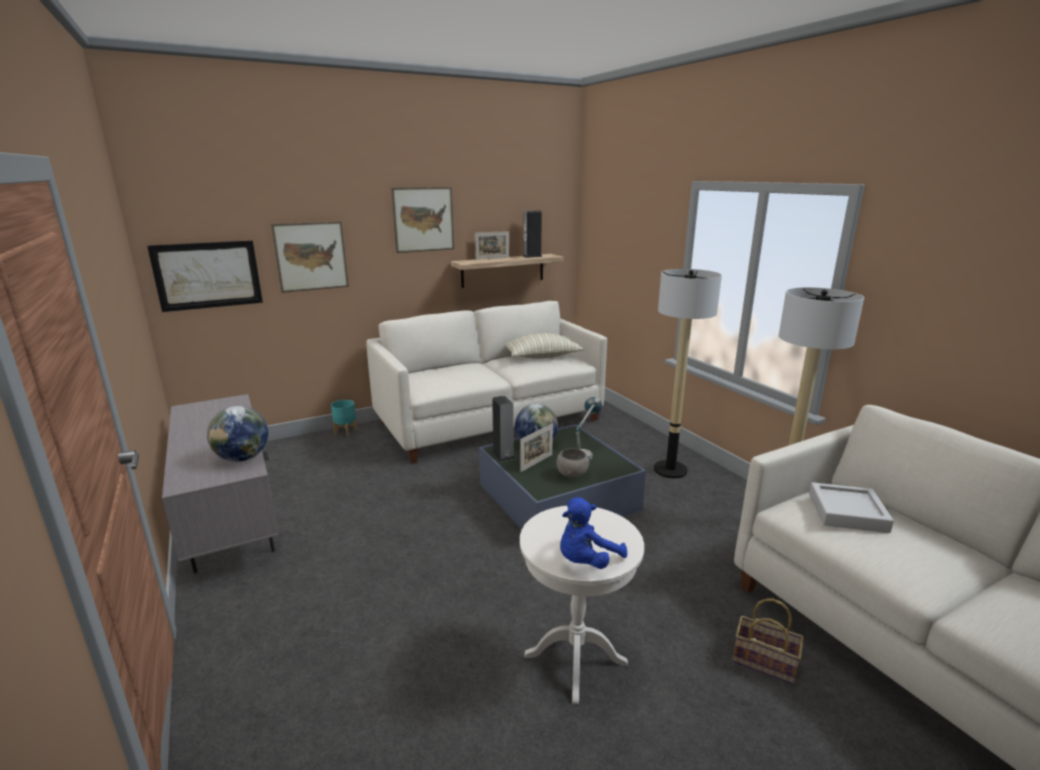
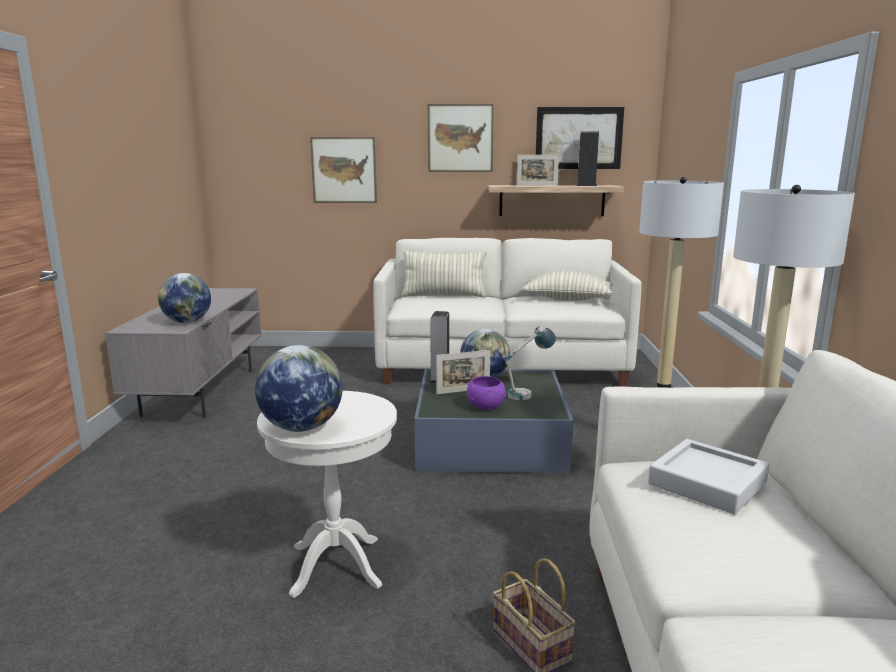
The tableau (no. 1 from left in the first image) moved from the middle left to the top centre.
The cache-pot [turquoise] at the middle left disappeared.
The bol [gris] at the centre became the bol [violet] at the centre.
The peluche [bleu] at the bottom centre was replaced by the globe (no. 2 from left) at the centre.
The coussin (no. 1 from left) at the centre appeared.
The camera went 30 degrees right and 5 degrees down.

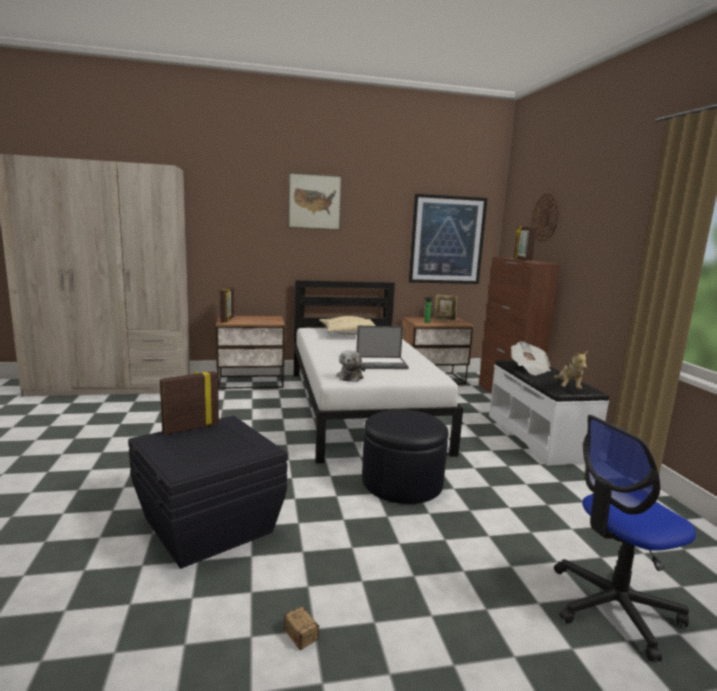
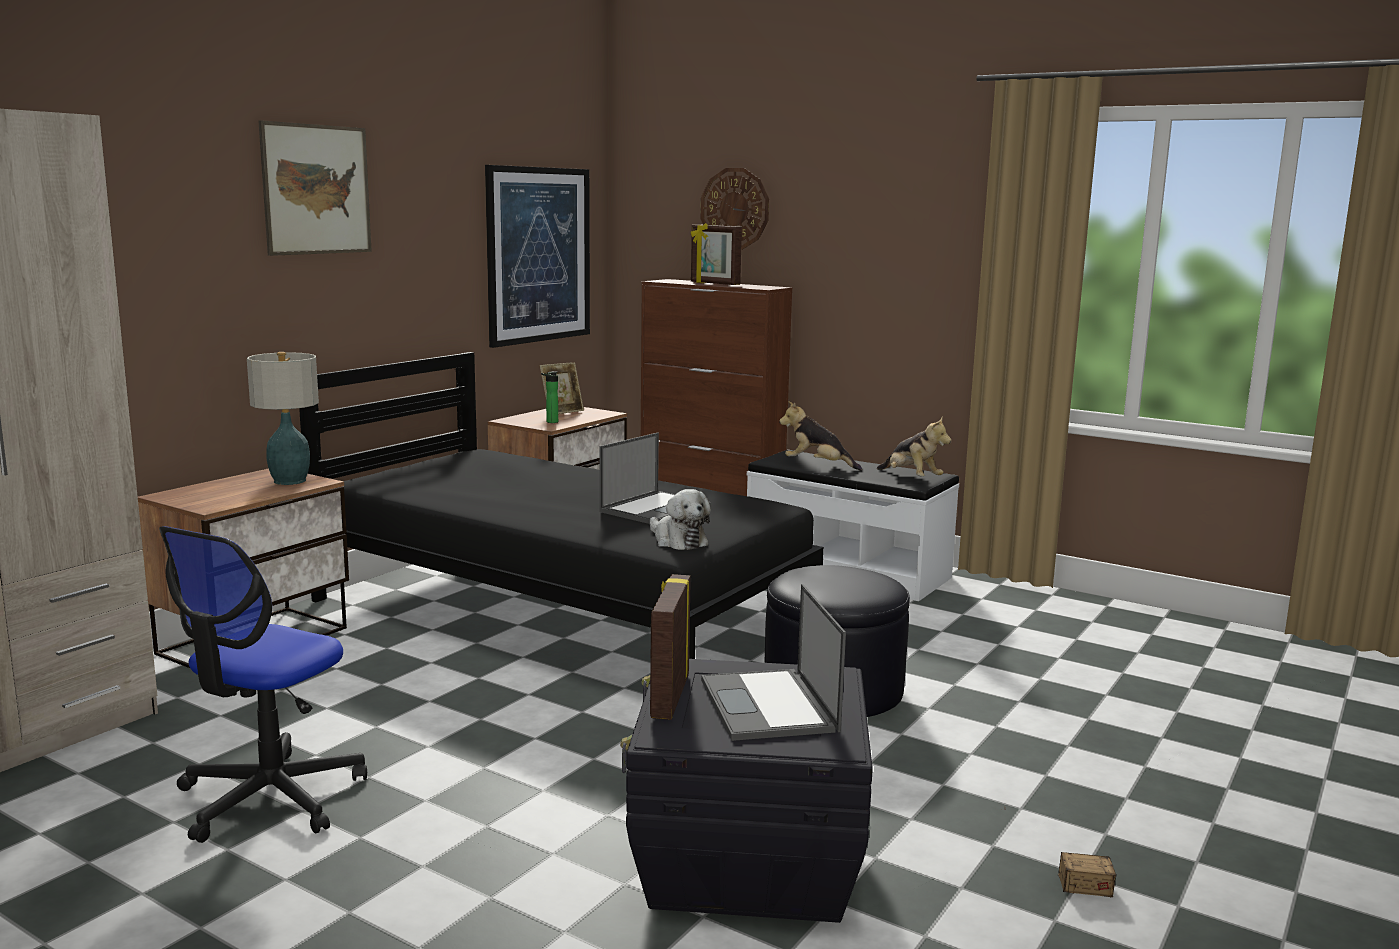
The lit [blanc] at the centre became the lit [noir] at the centre.
The cadre photo (no. 2 from left) at the middle left disappeared.
The coussin [beige] at the centre disappeared.
The journal at the middle right was replaced by the peluche (no. 2 from left) at the centre.
The chaise de bureau moved from the bottom right to the bottom left.
The lampe de table at the middle left appeared.
The ordinateur portable (no. 2 from left) at the bottom centre appeared.
The camera went 45 degrees left and 0 degrees up.

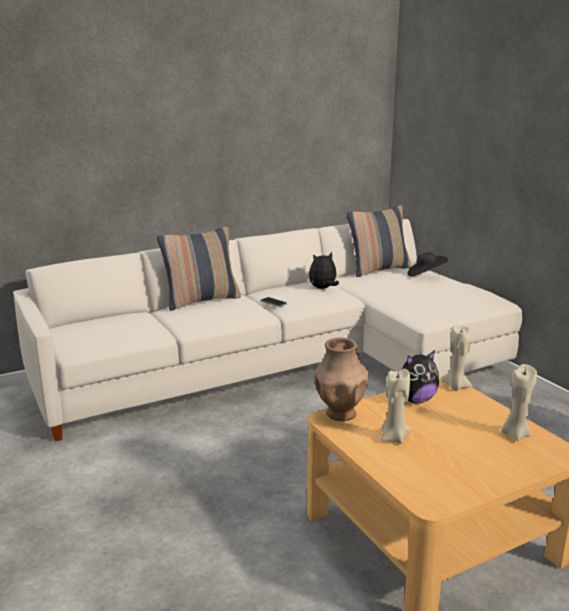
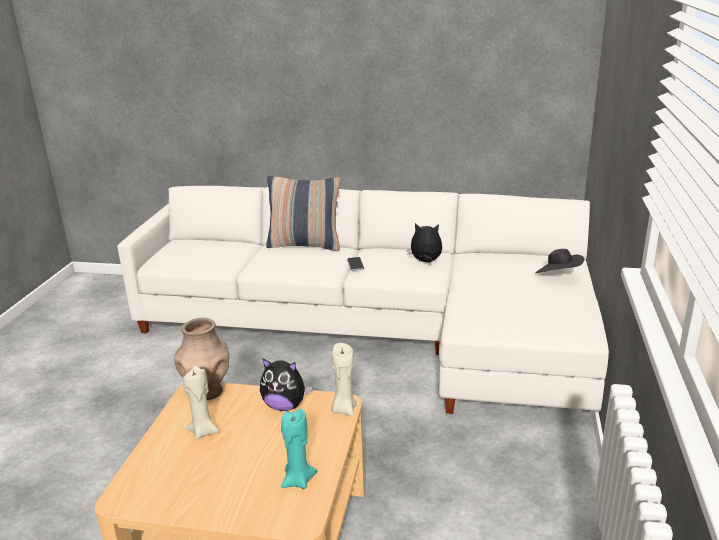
The coussin (no. 2 from left) at the centre disappeared.
The bougie [beige] (no. 3 from left) at the middle right became the bougie [turquoise] at the bottom centre.
The camera went 40 degrees right and 5 degrees up.

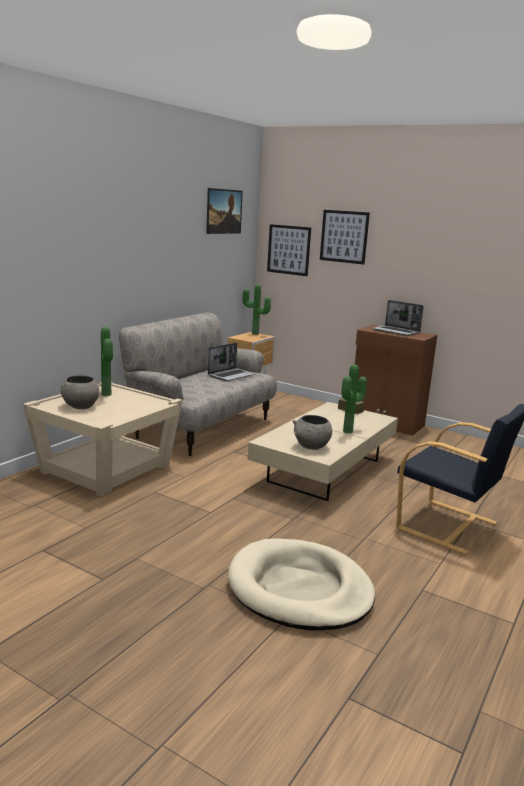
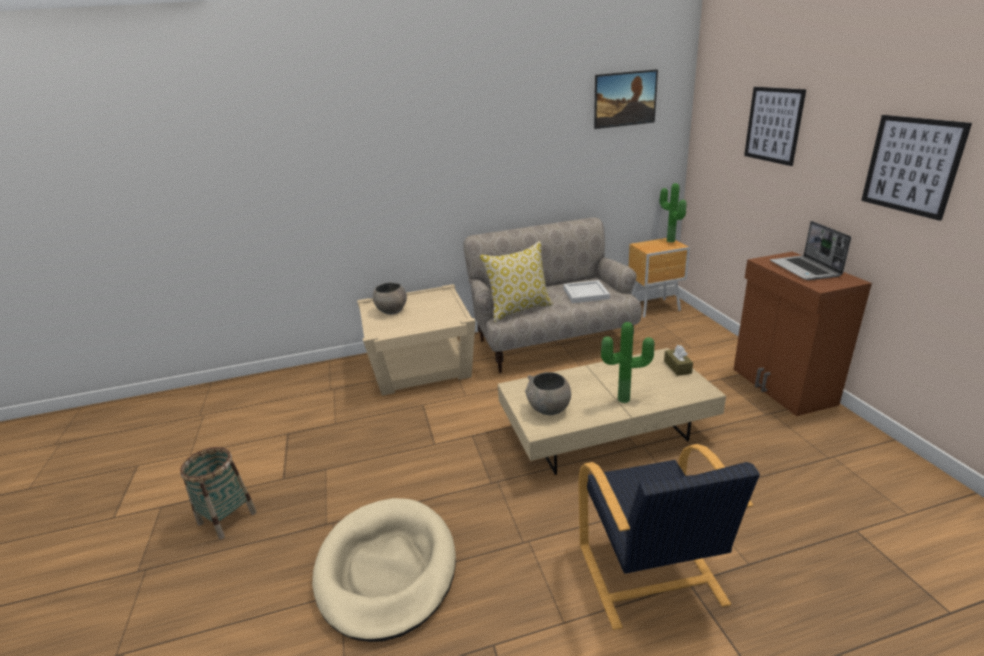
The tableau (no. 2 from left in the first image) moved from the top centre to the top right.
The plante en pot (no. 1 from left) at the middle left disappeared.
The ordinateur portable (no. 1 from left) at the centre was replaced by the plateau [blanc] at the centre.
The coussin at the centre appeared.
The panier at the bottom left appeared.
The camera went 45 degrees right and 10 degrees up.

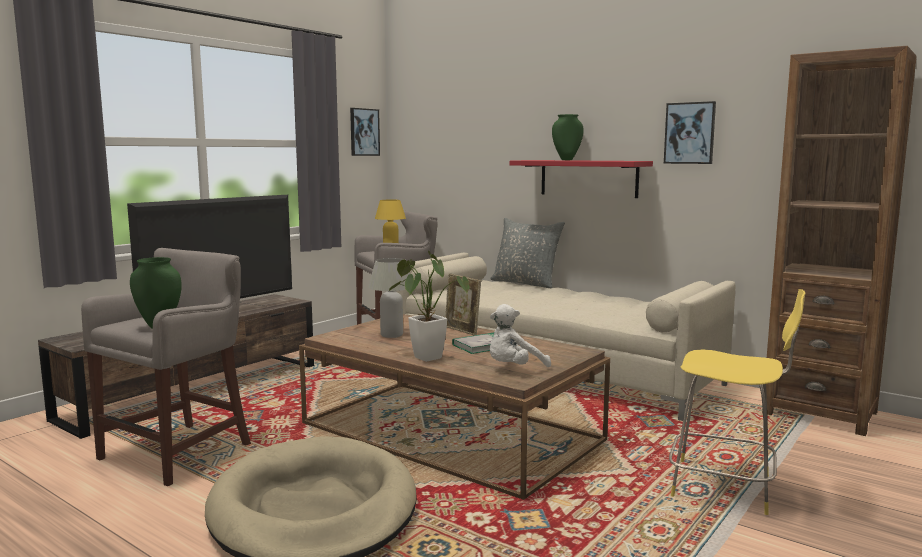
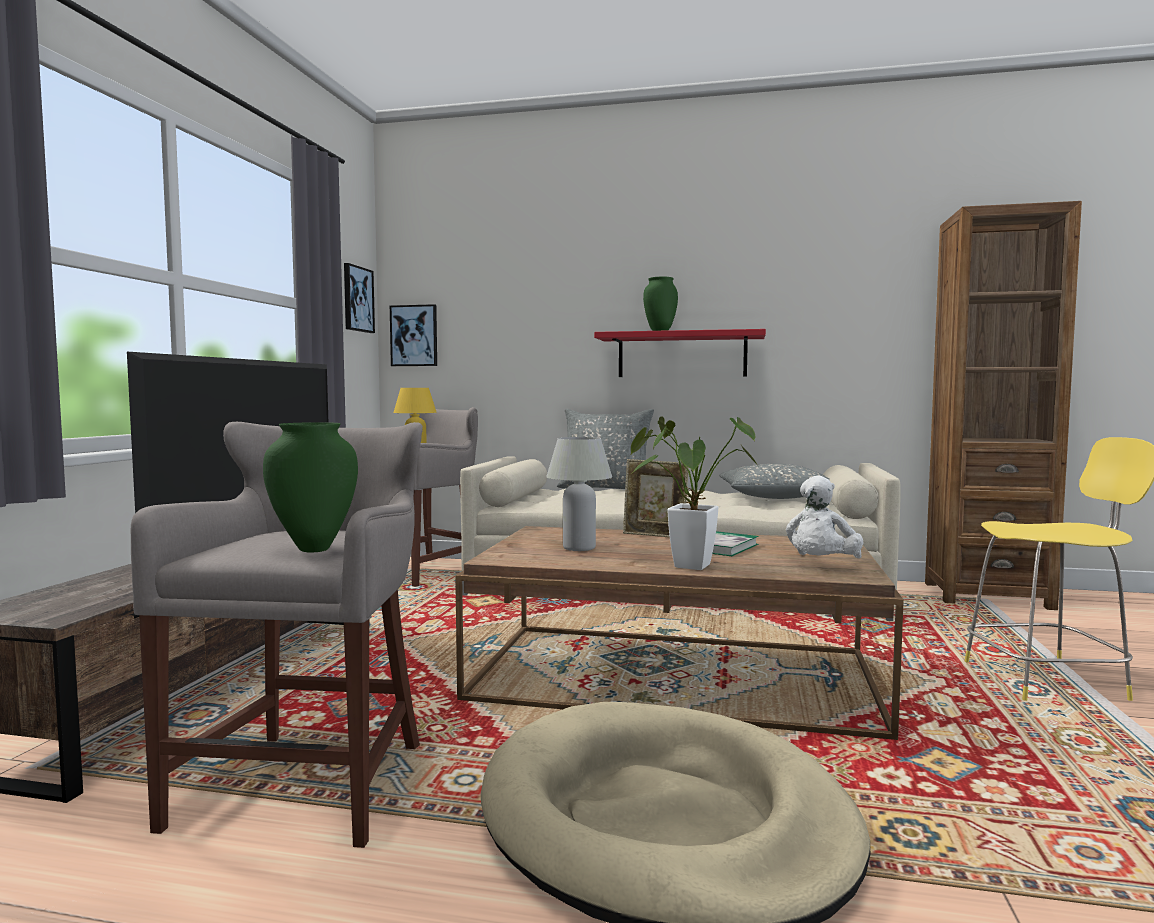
The tableau (no. 2 from left) moved from the top right to the centre.
The coussin [gris] (no. 2 from left) at the middle right appeared.
The camera went 25 degrees left and 5 degrees down.

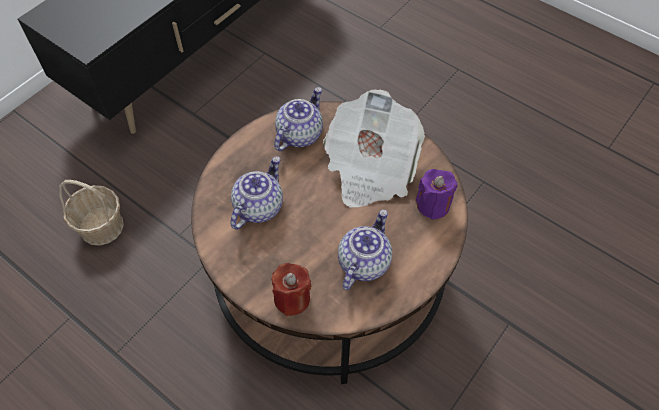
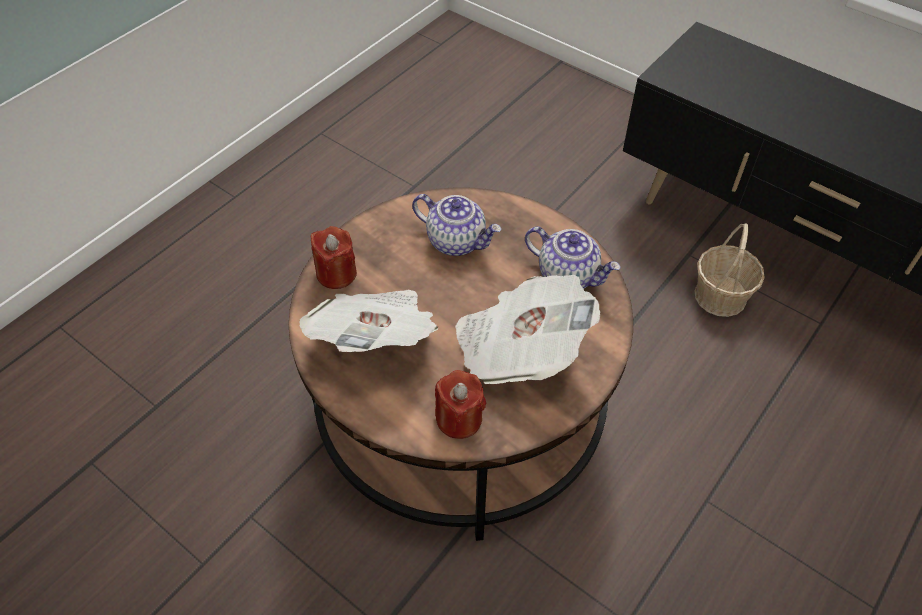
The bougie [violet] at the centre became the bougie [rouge] (no. 2 from left) at the centre.
The panier moved from the middle left to the middle right.
The théière (no. 3 from left) at the centre was replaced by the journal (no. 1 from left) at the centre.
The camera went 90 degrees right and 5 degrees down.

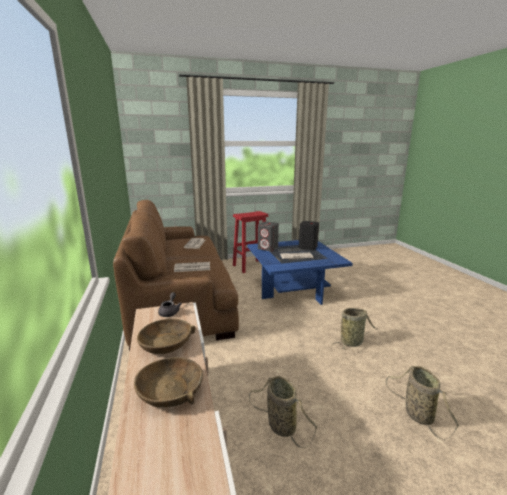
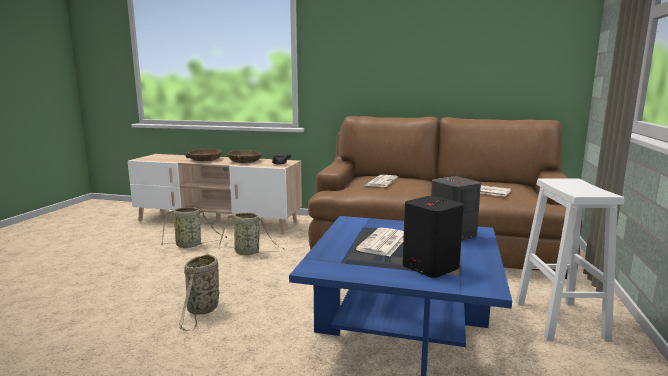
The tabouret [rouge] at the centre became the tabouret [blanc] at the bottom right.
The panier (no. 3 from left) moved from the bottom right to the centre.
The camera went 120 degrees right and 5 degrees down.

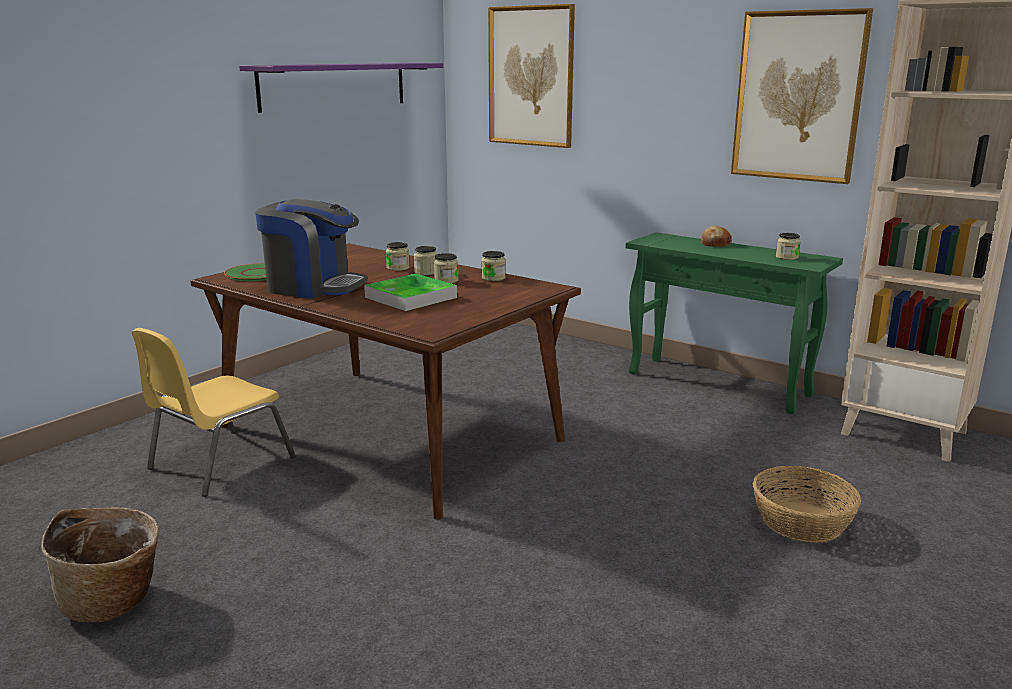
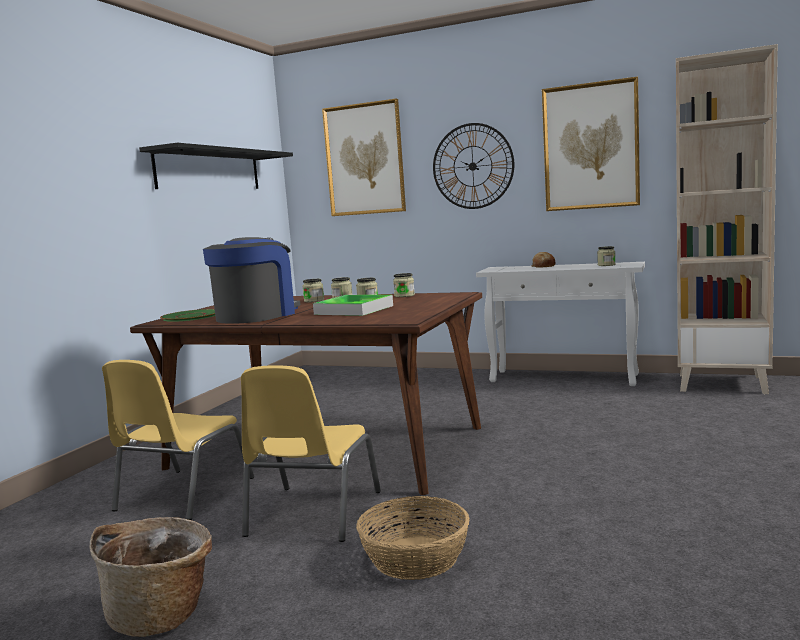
The étagère [violet] at the top centre became the étagère [noir] at the top left.
The machine à café at the middle left turned 60 degrees counterclockwise.
The table console [vert] at the middle right became the table console [blanc] at the middle right.
The panier (no. 2 from left) moved from the bottom right to the bottom centre.
The horloge murale at the top centre appeared.
The chaise [jaune] (no. 2 from left) at the bottom centre appeared.
The camera went 15 degrees left and 10 degrees down.

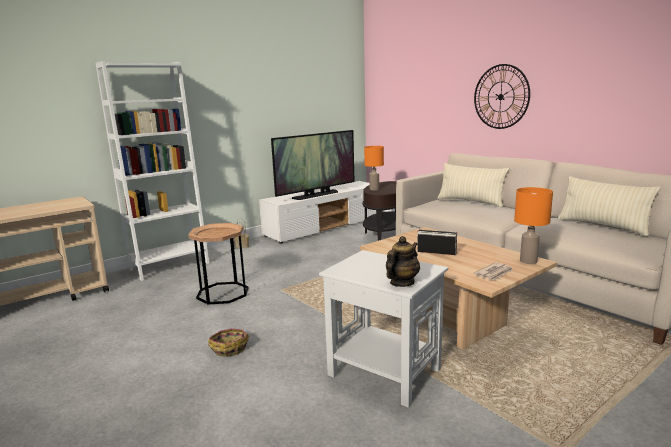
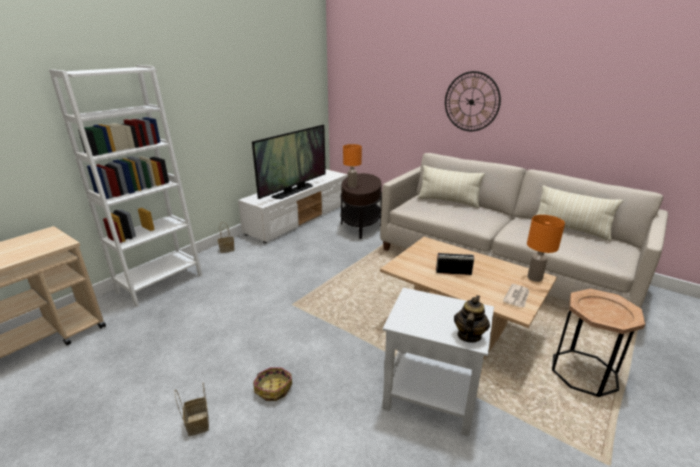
The table d'appoint [marron] (no. 1 from left in the first image) moved from the middle left to the bottom right.
The panier (no. 1 from left) at the bottom left appeared.
The camera went 15 degrees left and 10 degrees up.

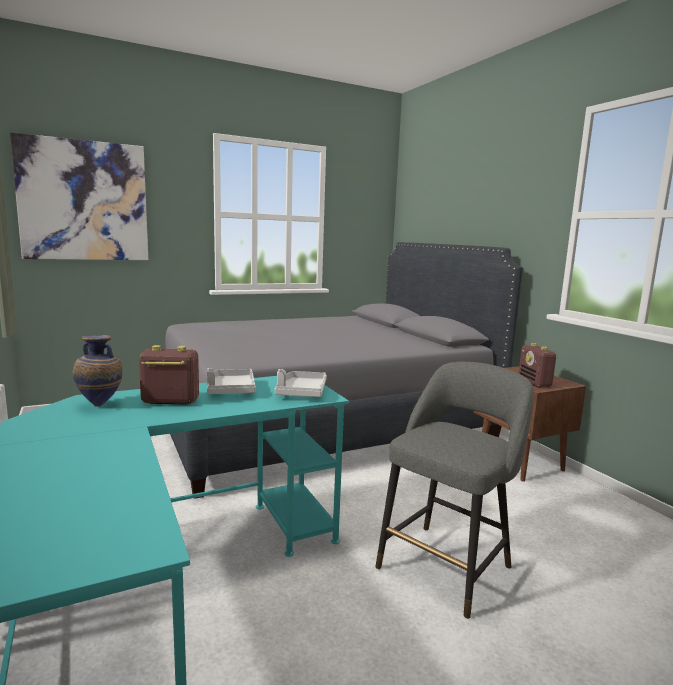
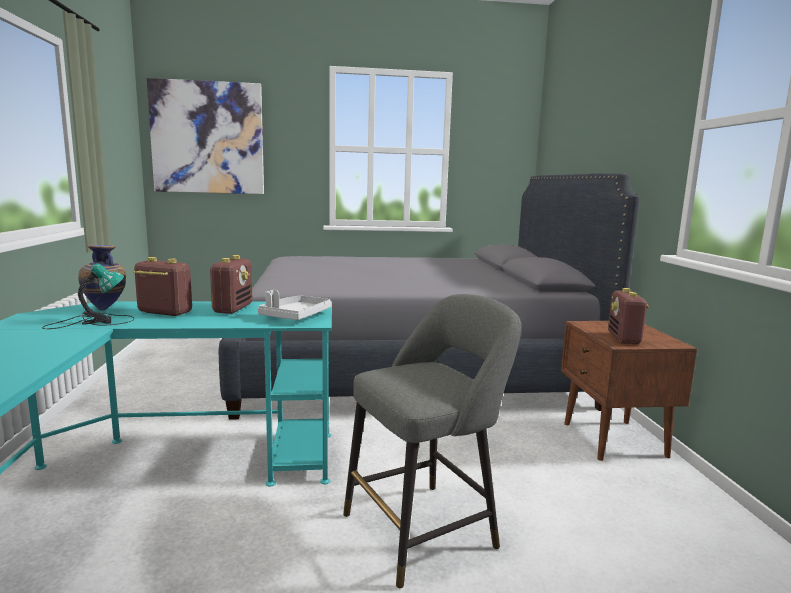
The plateau [gris] (no. 1 from left) at the centre was replaced by the radio (no. 2 from left) at the middle left.
The lampe de table at the middle left appeared.
The camera went 20 degrees right and 0 degrees up.

